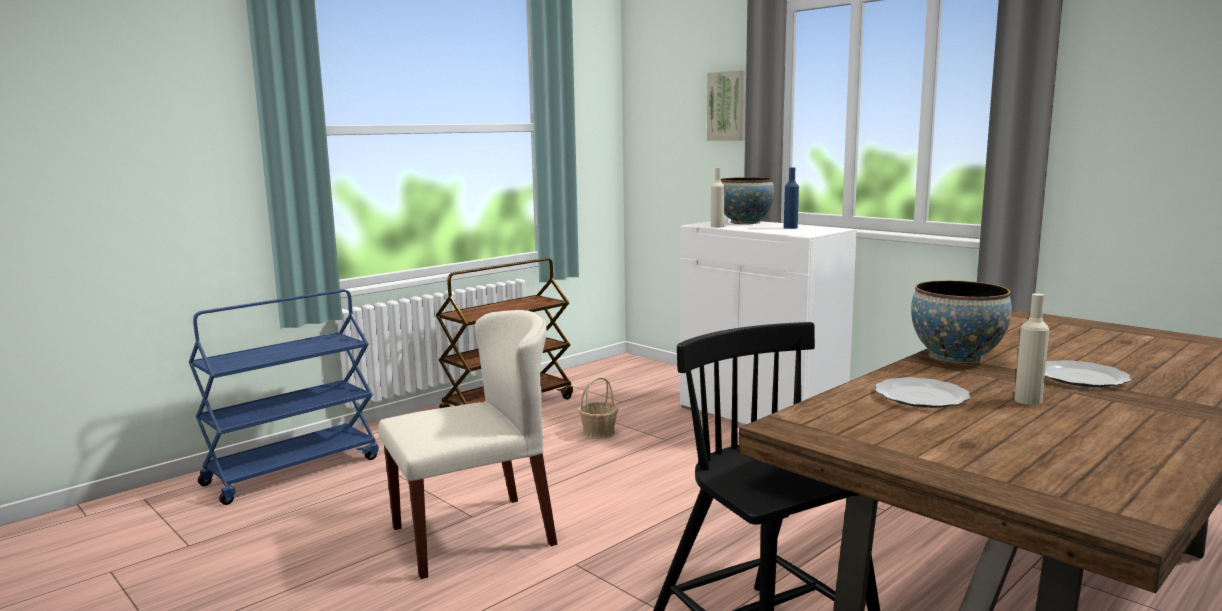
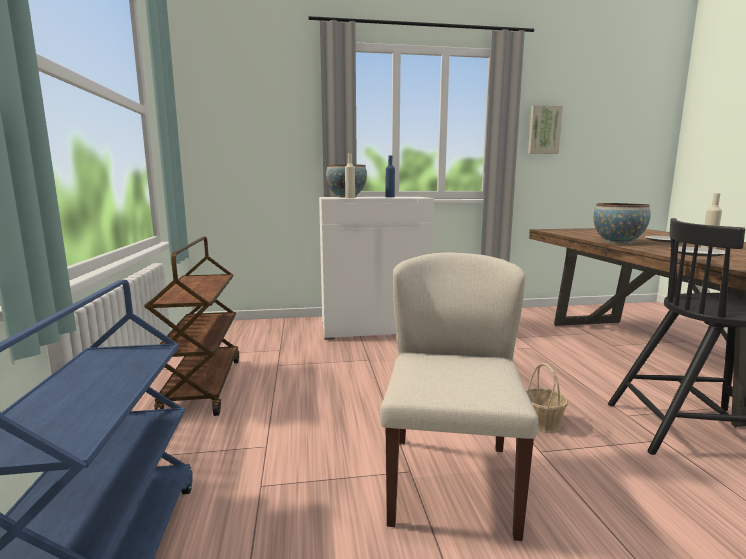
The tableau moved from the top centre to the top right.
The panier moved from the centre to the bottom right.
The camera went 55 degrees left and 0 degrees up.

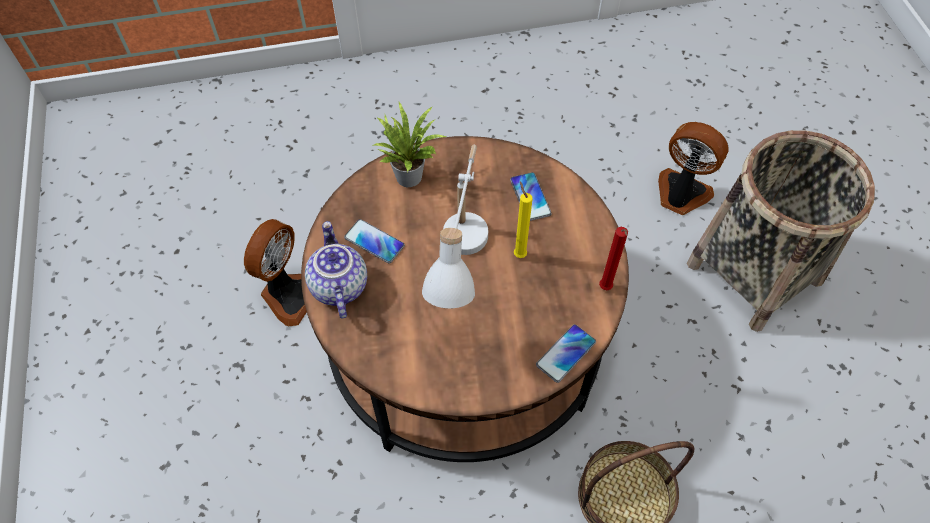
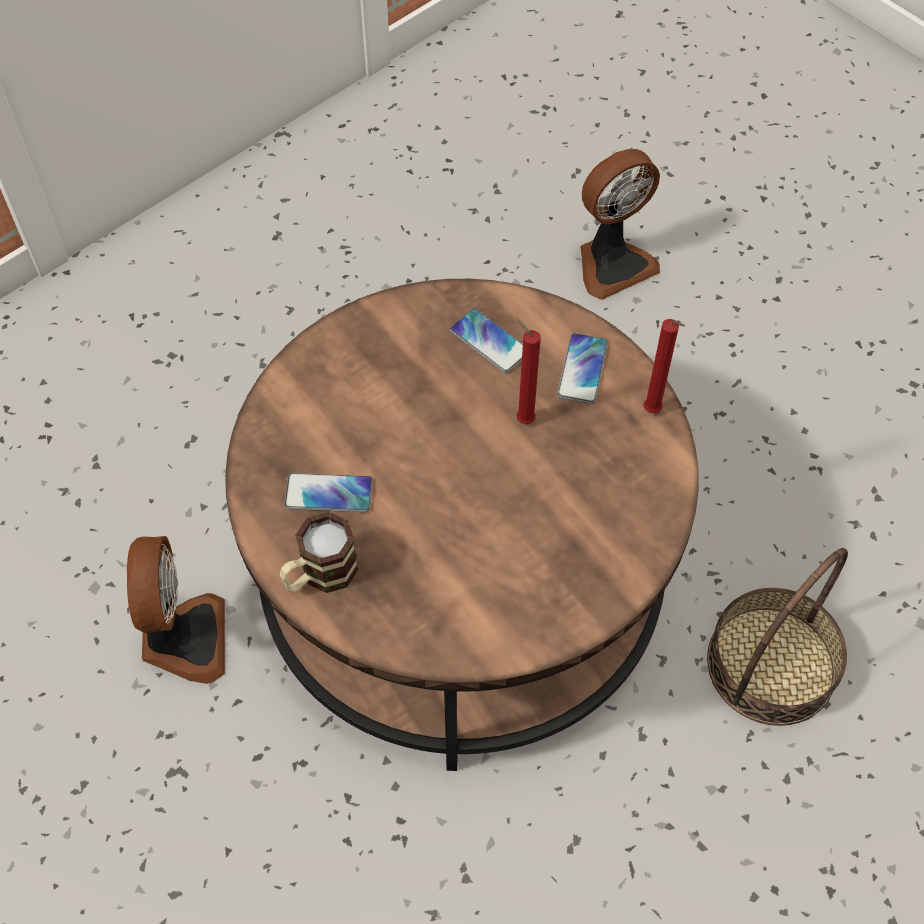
The plante en pot at the top centre disappeared.
The ventilateur (no. 2 from left) at the top right turned 150 degrees clockwise.
The panier (no. 2 from left) at the middle right disappeared.
The lampe de table [blanc] at the centre disappeared.
The bougie [jaune] at the centre became the bougie [rouge] (no. 1 from left) at the centre.
The théière at the centre was replaced by the mug at the centre.
The téléphone (no. 3 from left) moved from the bottom centre to the centre.
The camera went 30 degrees left and 0 degrees up.

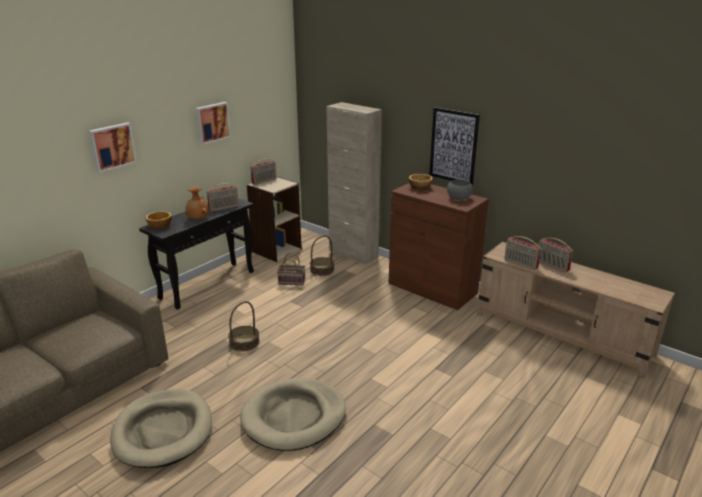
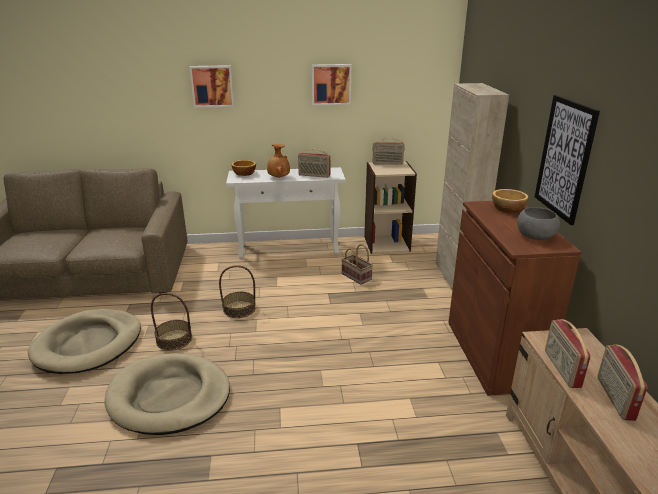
The table console [noir] at the middle left became the table console [blanc] at the centre.
The panier (no. 3 from left in the first image) moved from the centre to the middle left.
The camera went 45 degrees right and 0 degrees up.

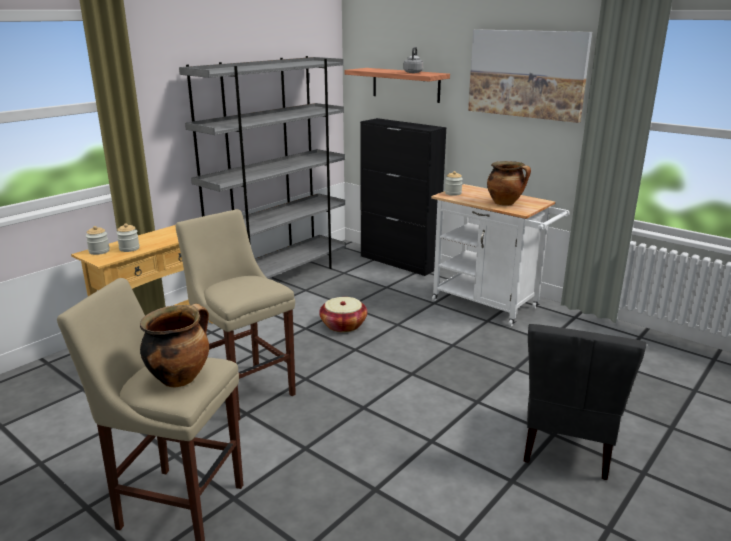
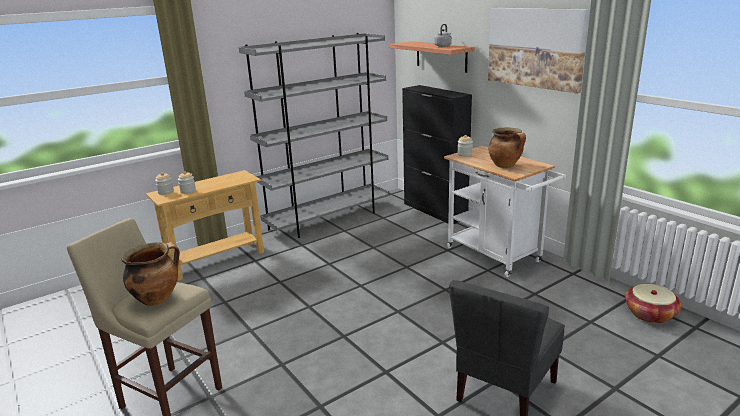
The tabouret [beige] (no. 2 from left) at the middle left disappeared.
The panier moved from the centre to the bottom right.
The camera went 15 degrees right and 0 degrees up.

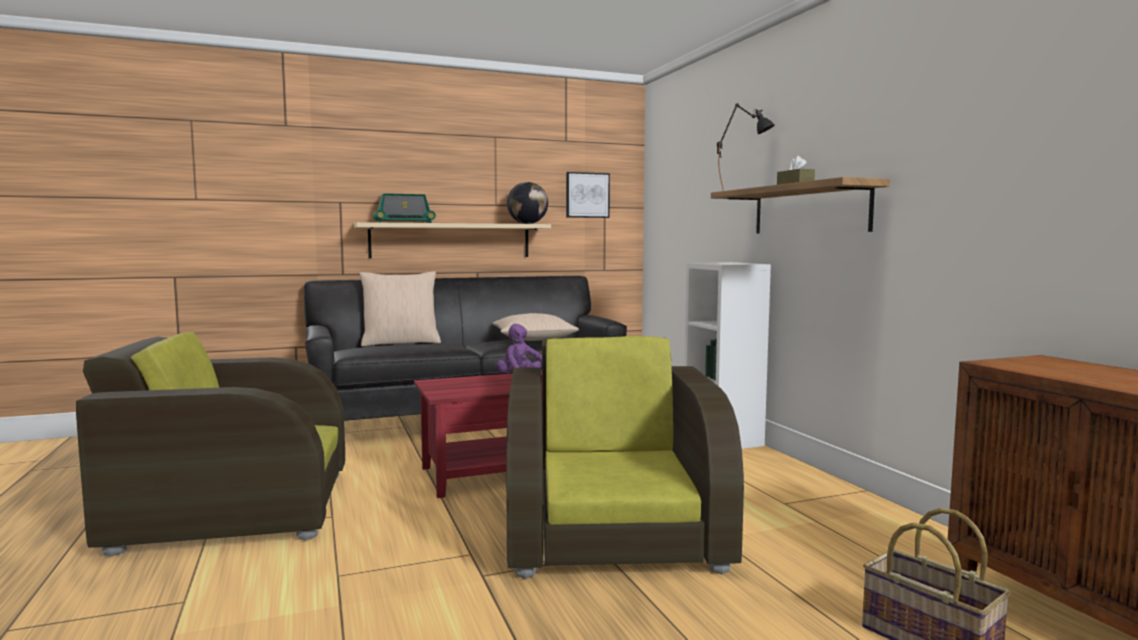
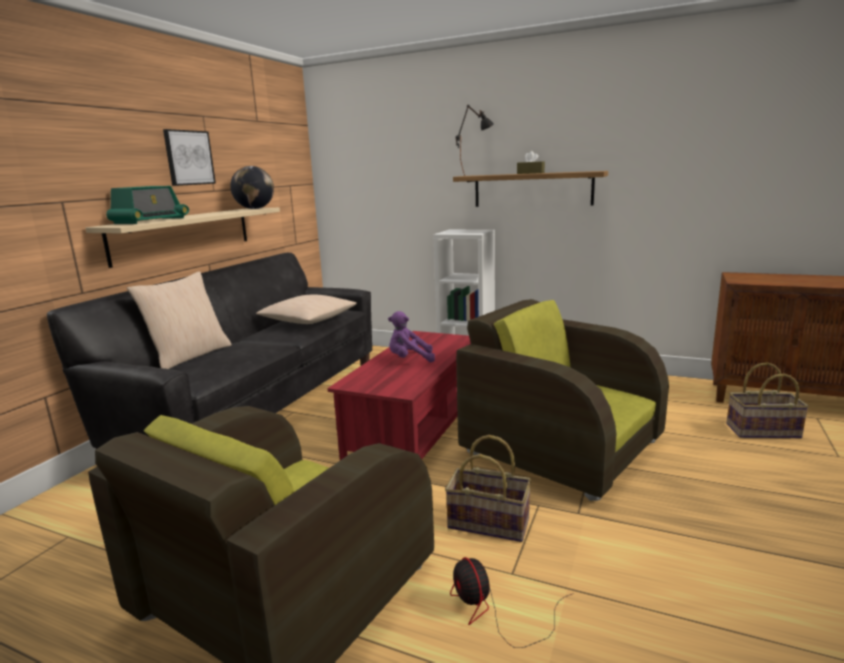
The tableau moved from the top centre to the top left.
The panier (no. 1 from left) at the bottom centre appeared.
The ventilateur at the bottom centre appeared.
The camera went 45 degrees left and 10 degrees up.

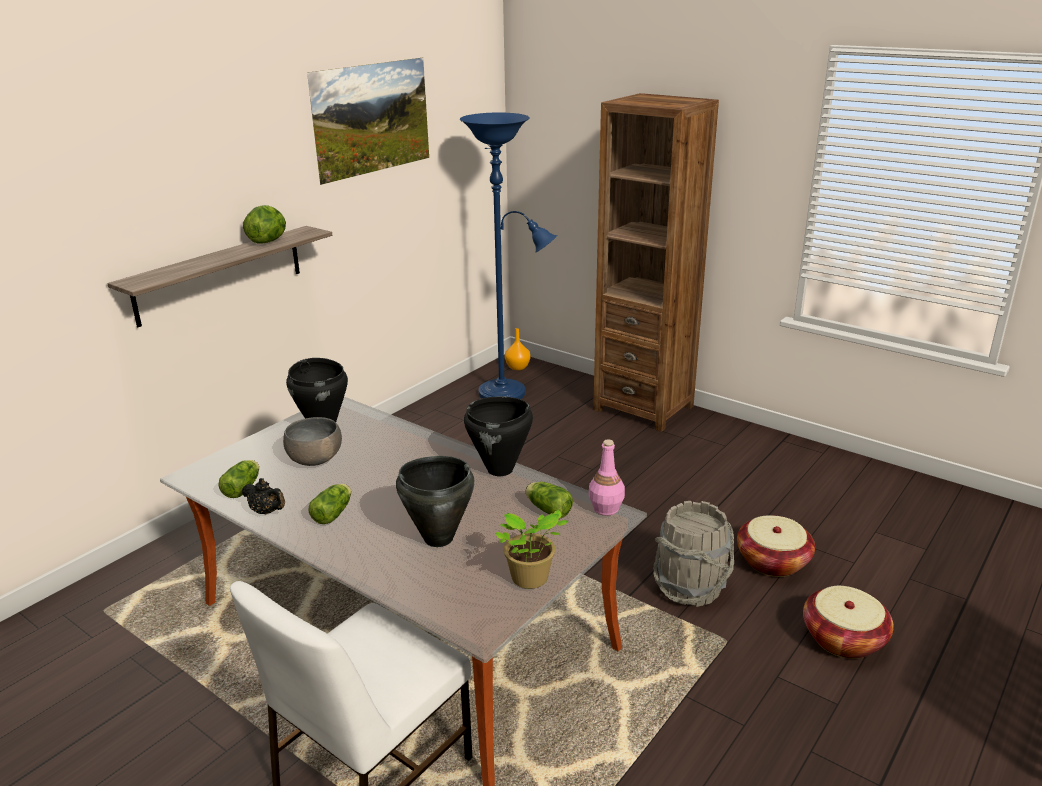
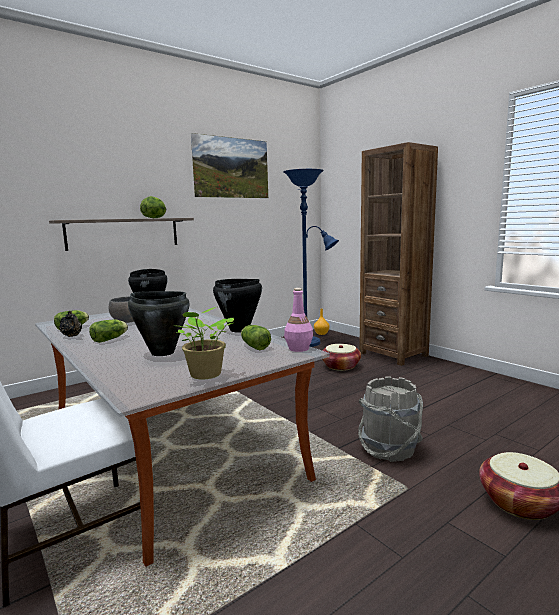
The panier (no. 1 from left) moved from the bottom right to the centre.
The camera went 15 degrees right and 15 degrees down.

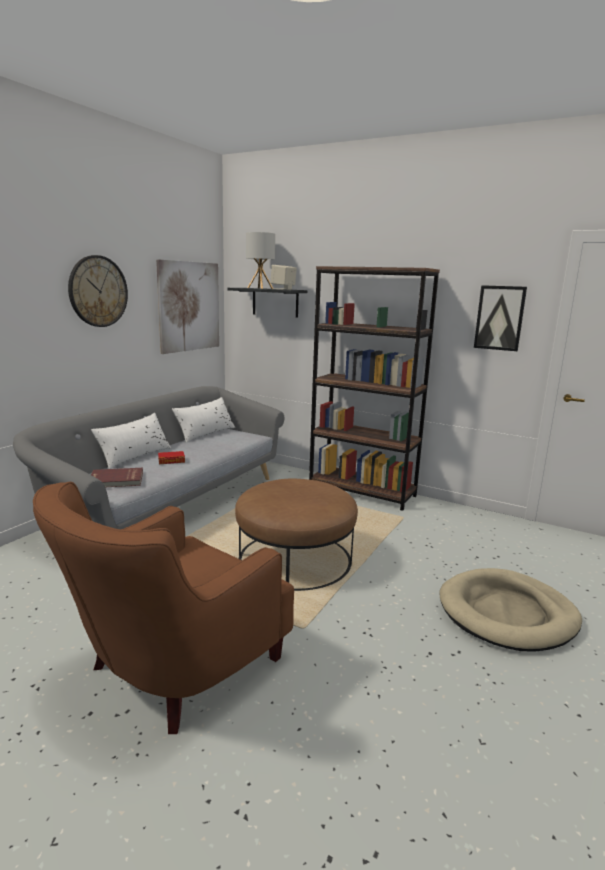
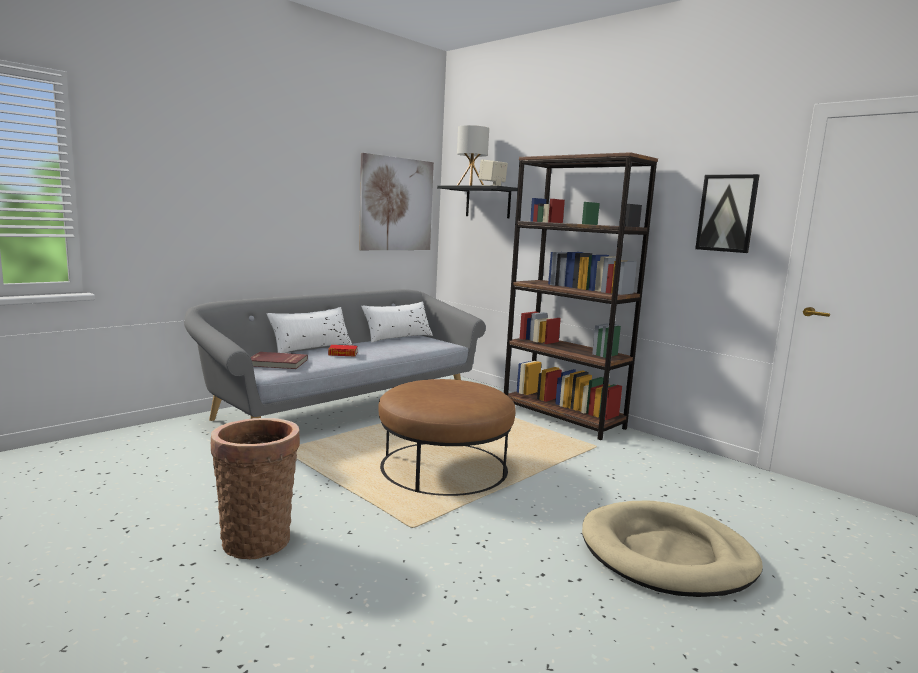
The horloge murale at the middle left disappeared.
The fauteuil [marron] at the bottom left was replaced by the panier at the bottom left.
The camera went 15 degrees right and 5 degrees down.

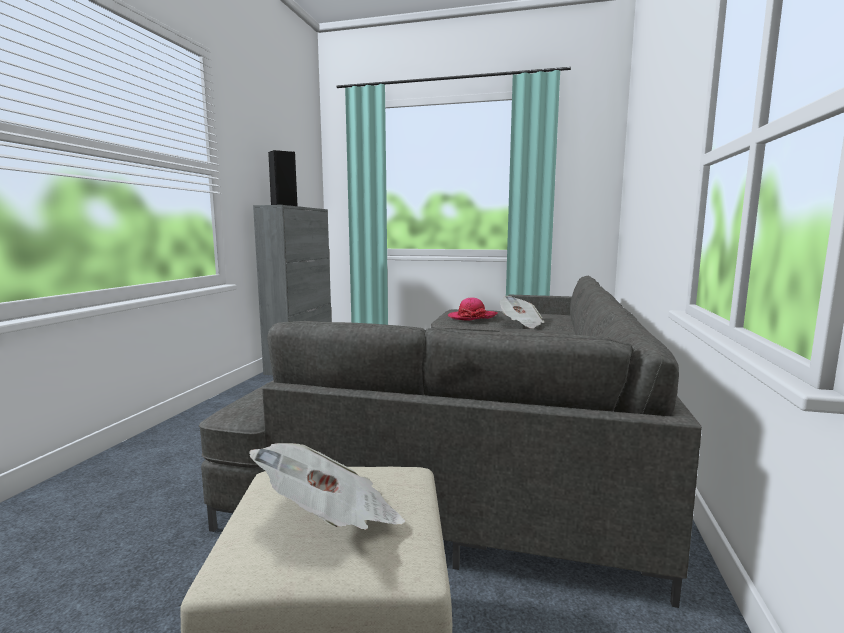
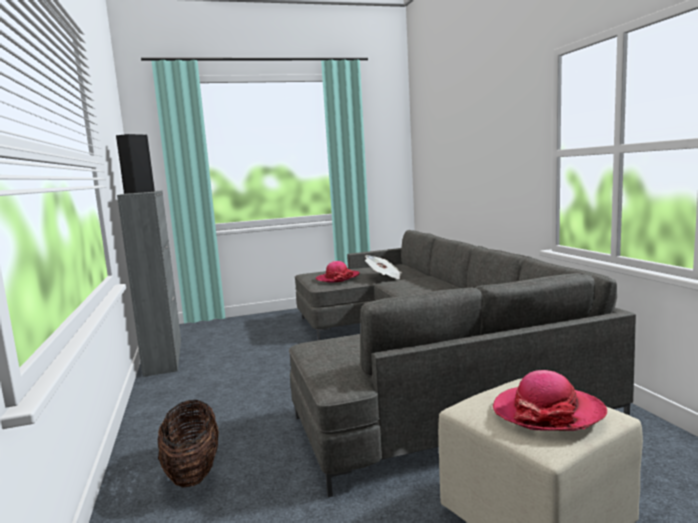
The journal (no. 1 from left) at the bottom centre was replaced by the chapeau (no. 2 from left) at the bottom right.
The panier at the bottom left appeared.
The camera went 30 degrees left and 0 degrees up.

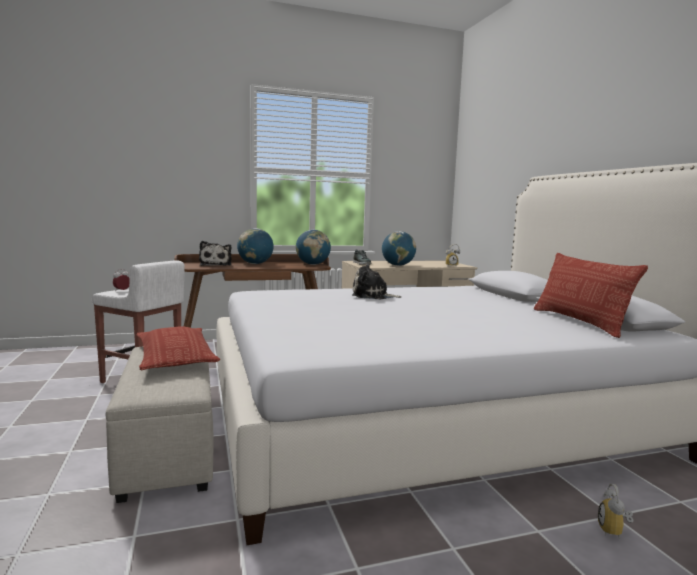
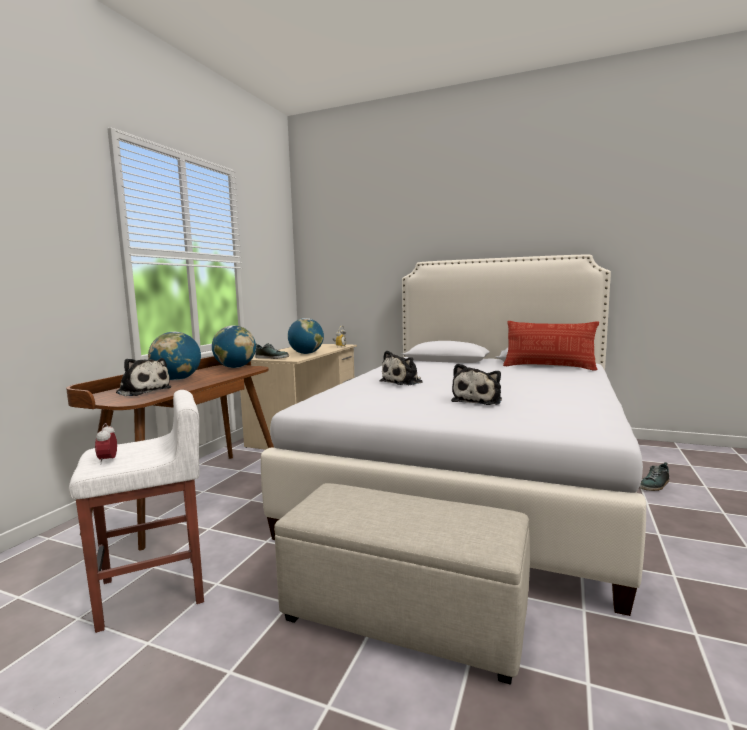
The coussin (no. 1 from left) at the middle left disappeared.
The réveil (no. 3 from left) at the bottom right was replaced by the chaussure (no. 2 from left) at the middle right.
The peluche (no. 3 from left) at the centre appeared.
The camera went 50 degrees left and 0 degrees up.

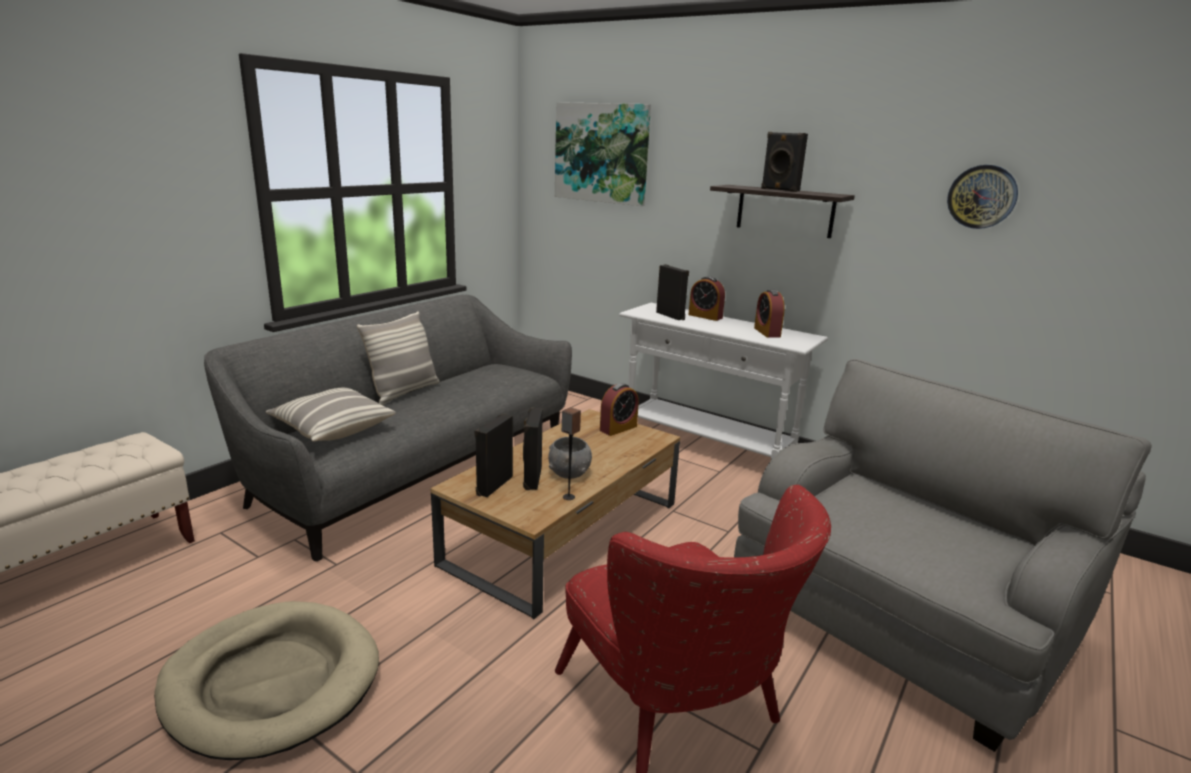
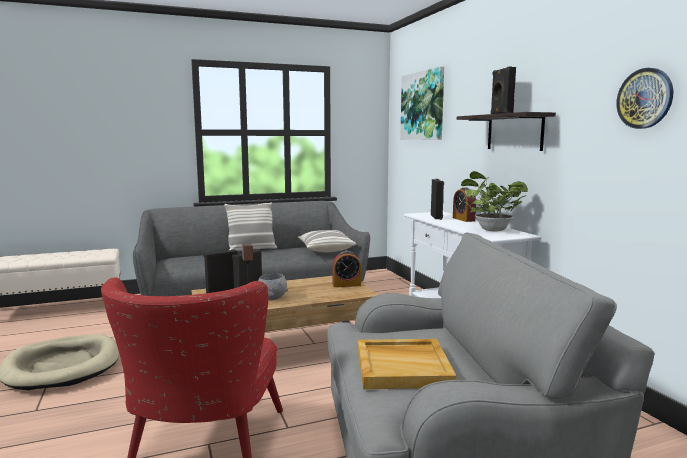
The réveil (no. 3 from left) at the centre was replaced by the plante en pot at the middle right.
The coussin (no. 1 from left in the first image) moved from the middle left to the centre.
The plateau [beige] at the bottom centre appeared.
The camera went 35 degrees right and 10 degrees down.

